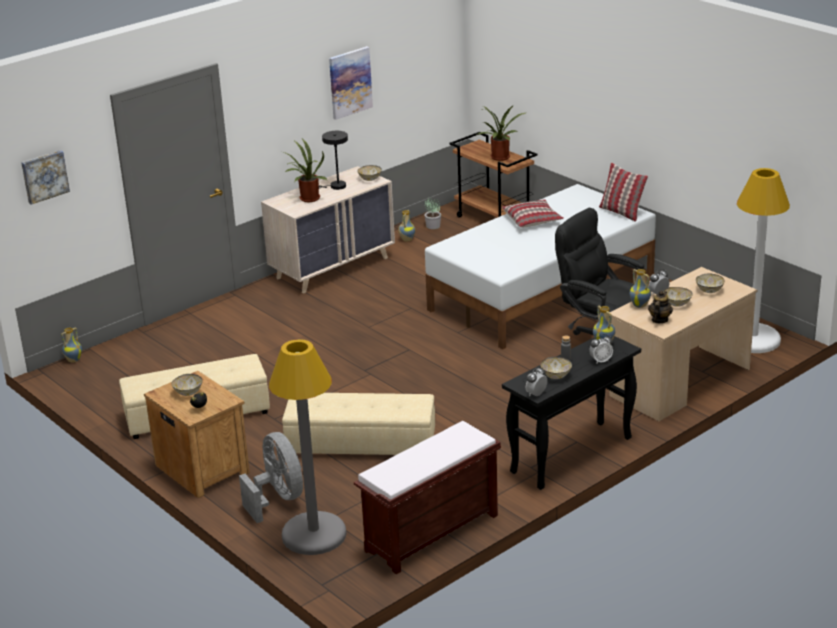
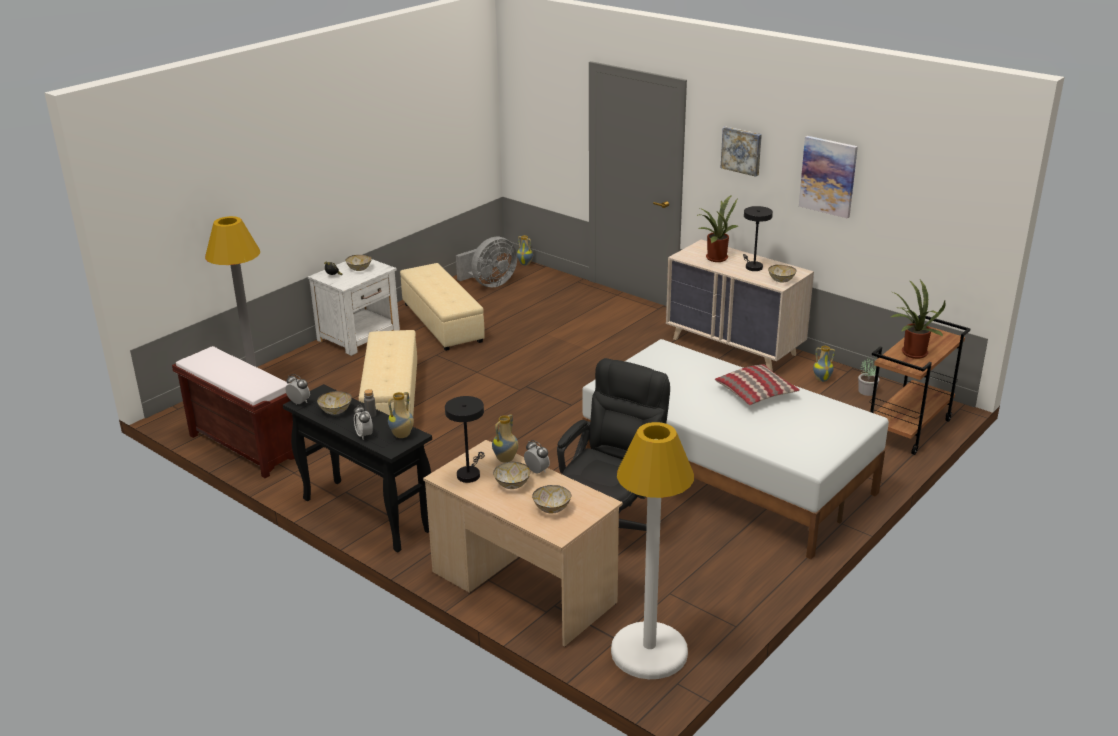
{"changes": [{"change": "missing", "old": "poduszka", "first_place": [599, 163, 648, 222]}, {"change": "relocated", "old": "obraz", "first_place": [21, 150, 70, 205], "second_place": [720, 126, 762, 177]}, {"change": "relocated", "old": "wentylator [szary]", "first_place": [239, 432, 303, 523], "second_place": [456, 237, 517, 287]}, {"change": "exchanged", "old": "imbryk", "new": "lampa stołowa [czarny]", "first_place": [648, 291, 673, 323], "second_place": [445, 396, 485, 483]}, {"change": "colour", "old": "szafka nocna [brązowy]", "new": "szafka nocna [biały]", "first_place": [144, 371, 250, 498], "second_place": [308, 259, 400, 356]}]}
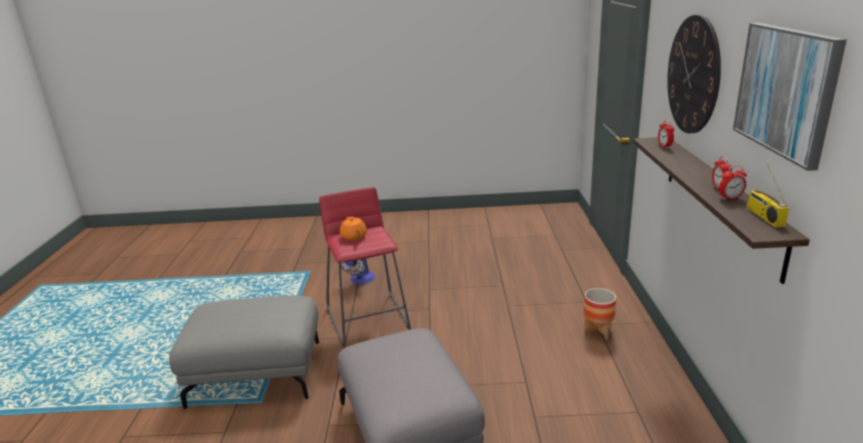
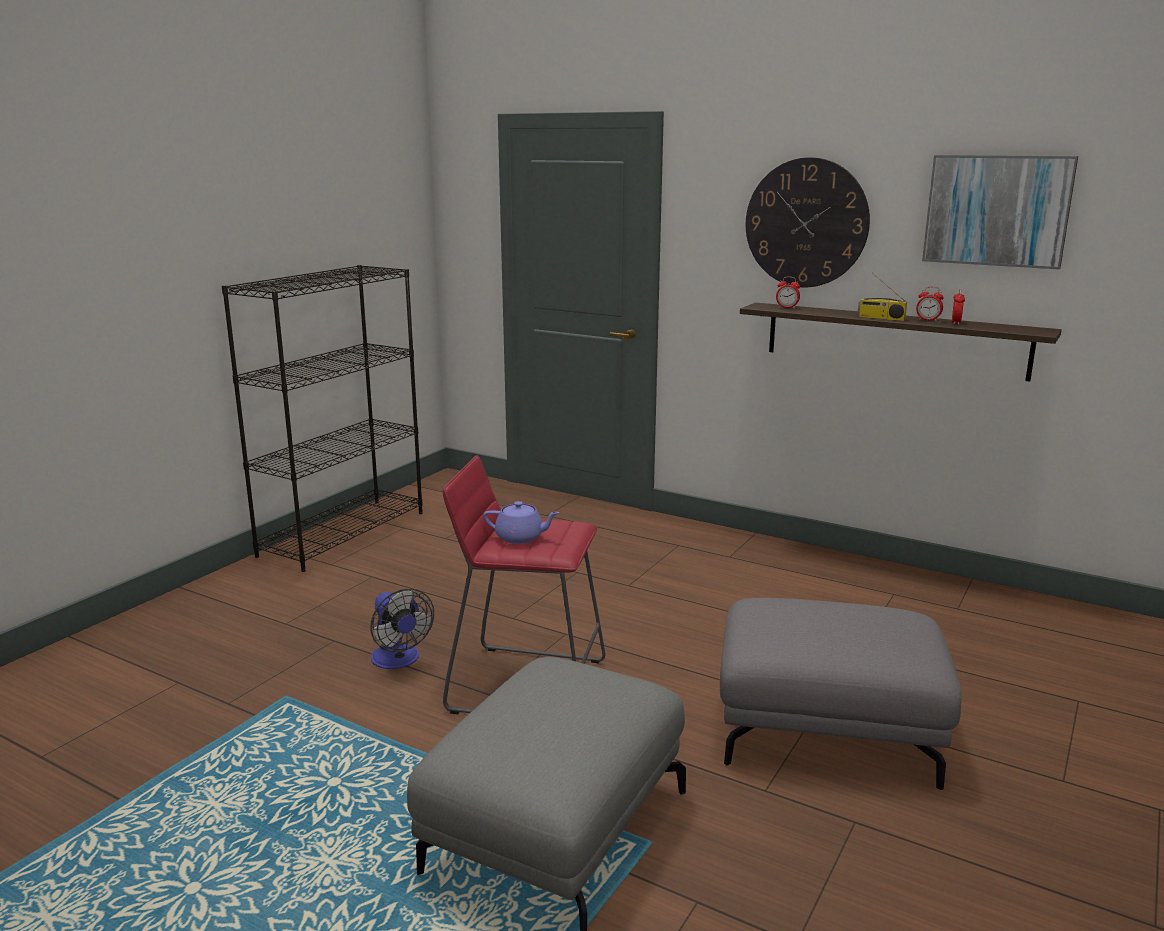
{"changes": [{"change": "missing", "old": "donica", "first_place": [584, 288, 616, 340]}, {"change": "appeared", "new": "regał [czarny]", "second_place": [222, 265, 423, 572]}, {"change": "relocated", "old": "radio", "first_place": [747, 164, 789, 228], "second_place": [857, 275, 907, 321]}, {"change": "colour", "old": "imbryk [pomarańczowy]", "new": "imbryk [fioletowy]", "first_place": [340, 217, 367, 240], "second_place": [483, 501, 560, 544]}]}
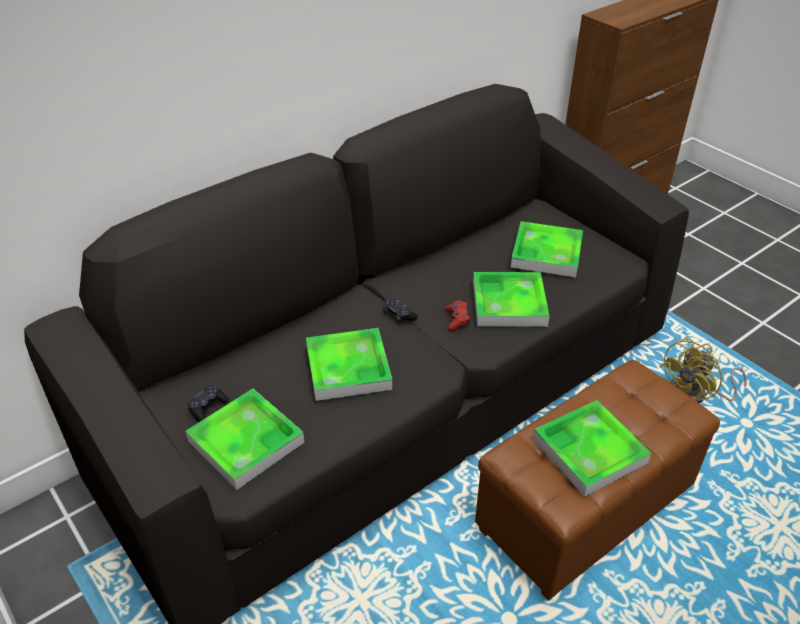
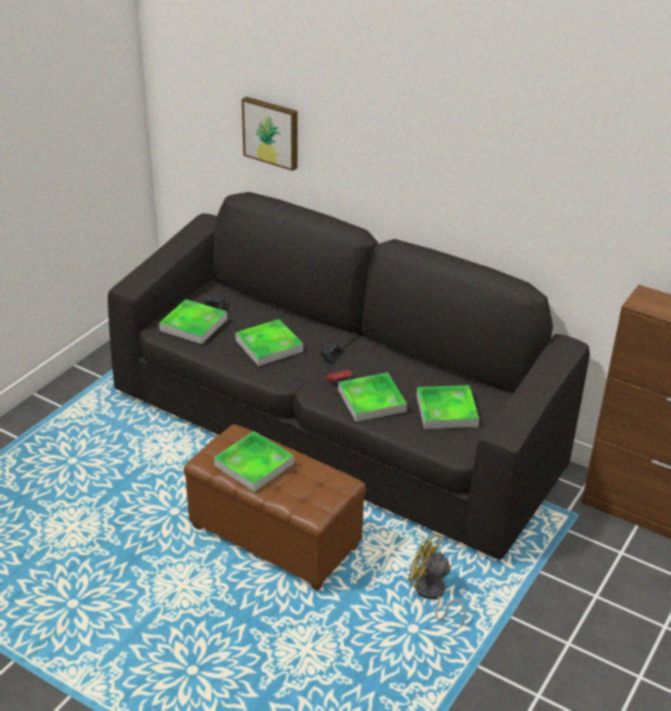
{"changes": [{"change": "appeared", "new": "obraz", "second_place": [242, 97, 298, 171]}]}
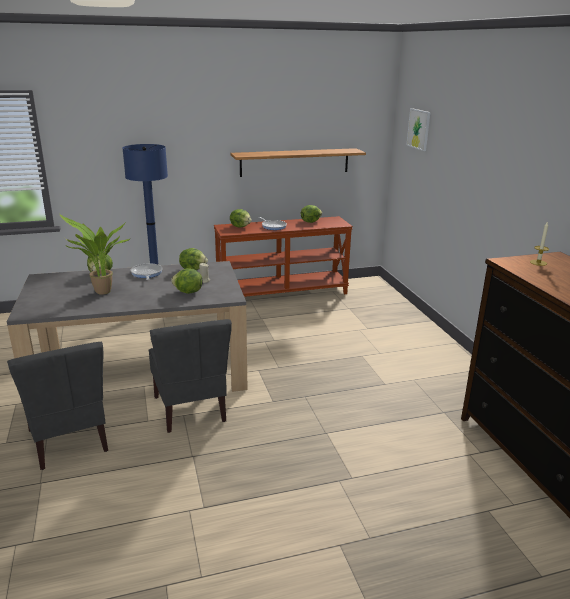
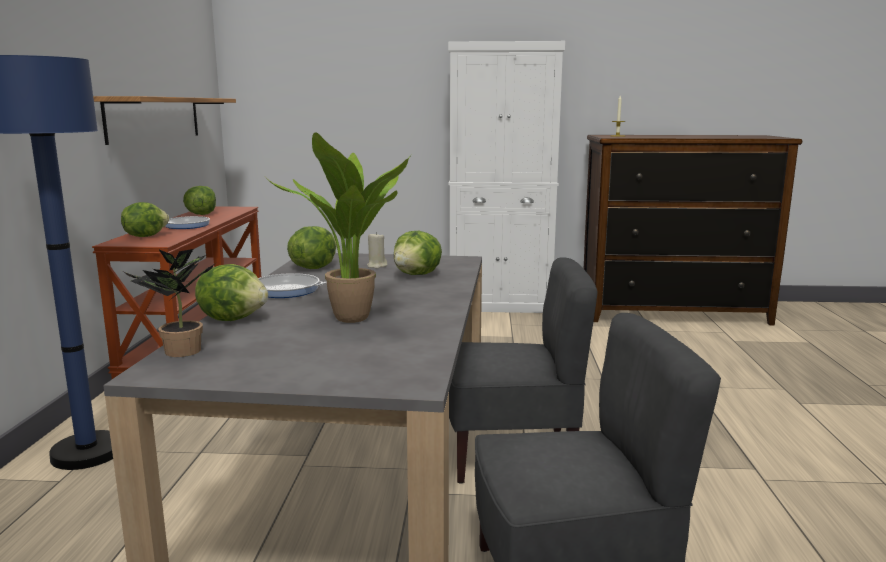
{"changes": [{"change": "missing", "old": "obraz", "first_place": [407, 108, 430, 151]}, {"change": "appeared", "new": "roślina doniczkowa", "second_place": [124, 249, 217, 357]}, {"change": "appeared", "new": "szafka [biały]", "second_place": [448, 41, 565, 313]}]}
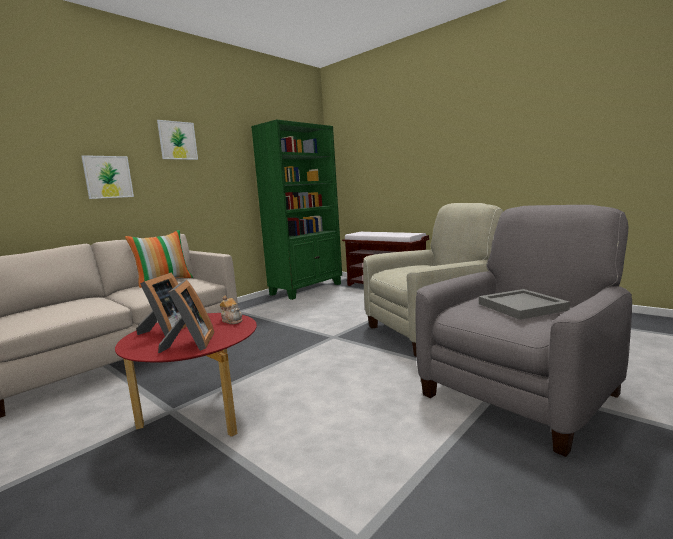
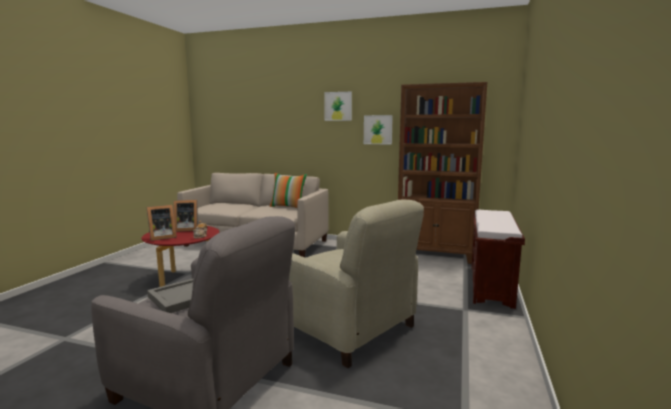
{"changes": [{"change": "relocated", "old": "obraz", "first_place": [81, 155, 134, 199], "second_place": [364, 115, 393, 145]}, {"change": "colour", "old": "regał [zielony]", "new": "regał [brązowy]", "first_place": [251, 119, 342, 300], "second_place": [398, 82, 487, 264]}]}
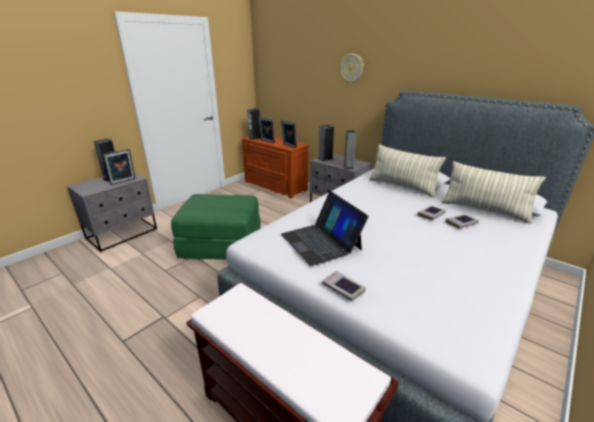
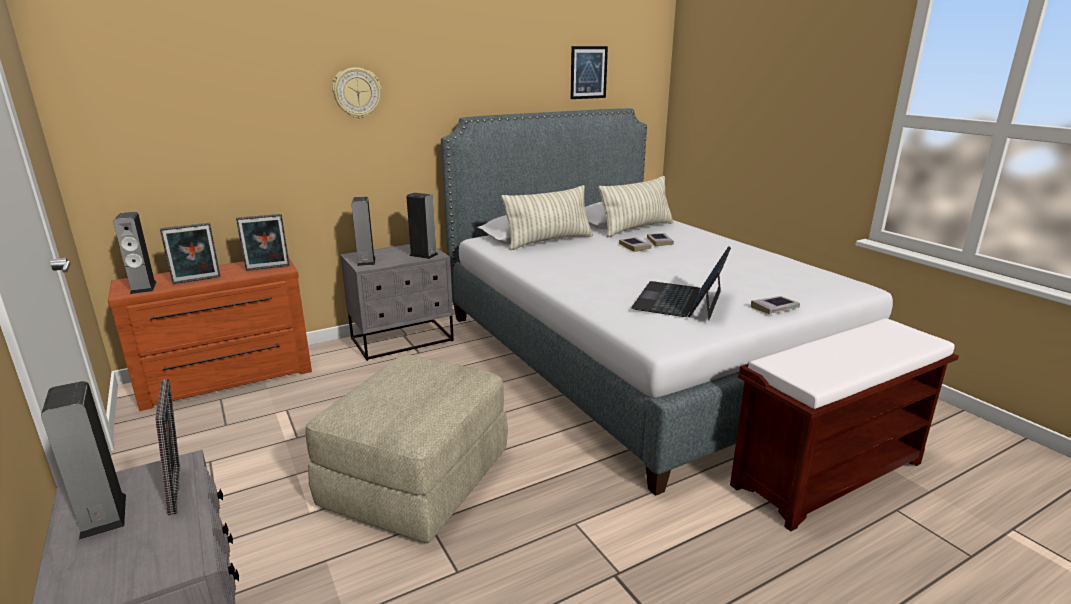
{"changes": [{"change": "appeared", "new": "obraz", "second_place": [570, 46, 608, 99]}, {"change": "colour", "old": "pufa [zielony]", "new": "pufa [beżowy]", "first_place": [171, 194, 261, 260], "second_place": [306, 355, 508, 543]}, {"change": "spun", "old": "laptop", "first_place": [281, 191, 369, 266], "second_place": [631, 246, 731, 321], "degrees": 120}]}
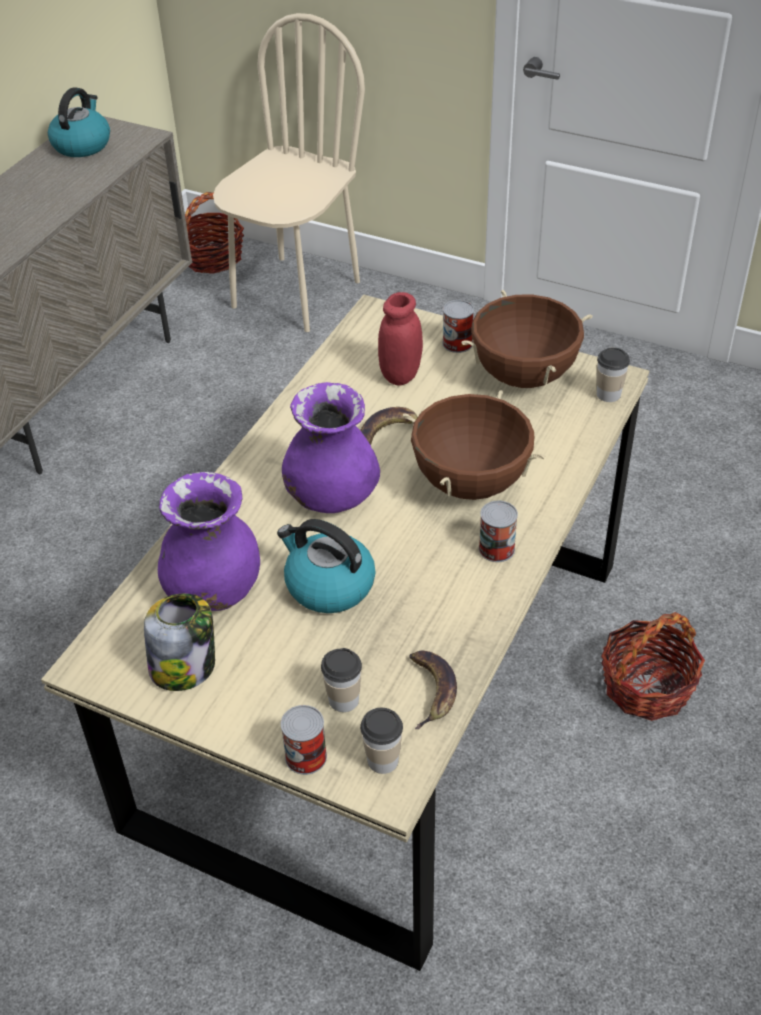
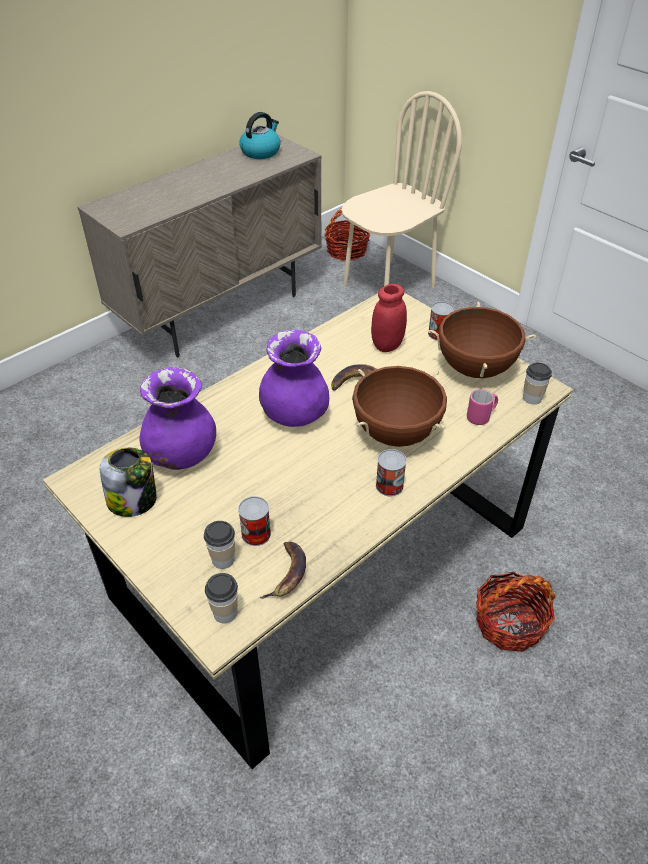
{"changes": [{"change": "missing", "old": "czajnik", "first_place": [277, 519, 376, 613]}, {"change": "appeared", "new": "kubek [różowy]", "second_place": [467, 389, 498, 425]}, {"change": "relocated", "old": "puszka", "first_place": [281, 705, 327, 775], "second_place": [238, 496, 271, 546]}]}
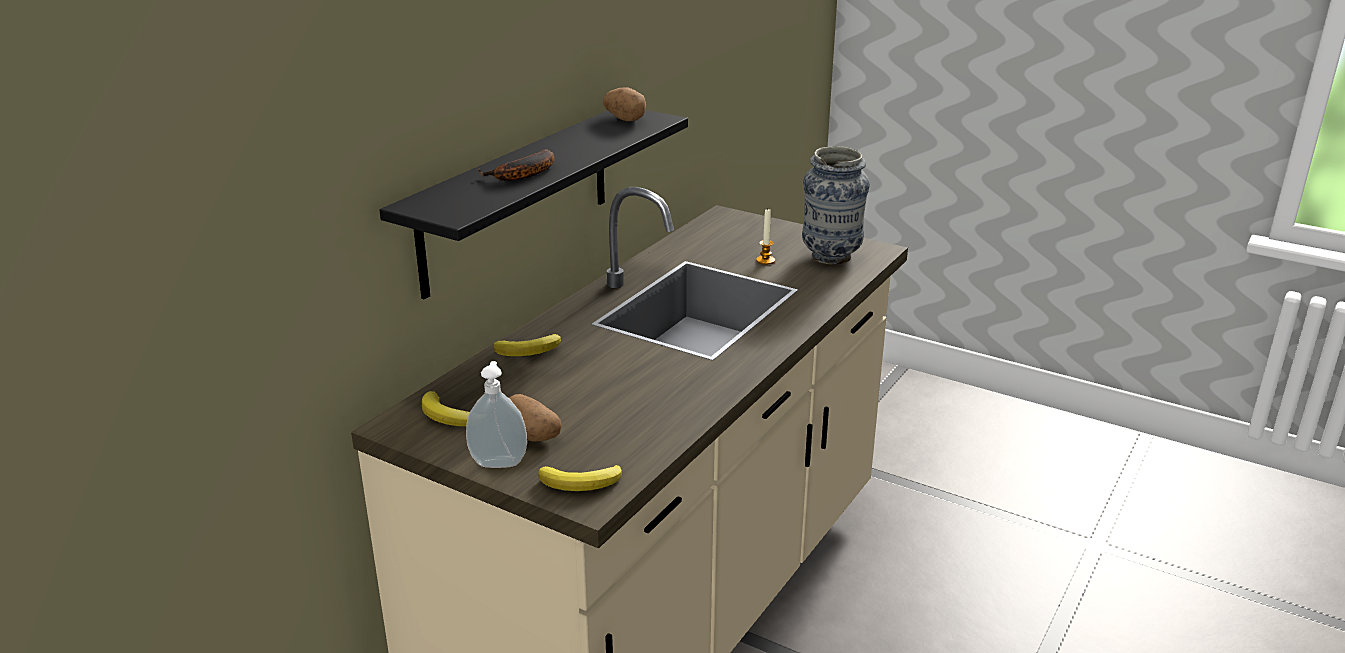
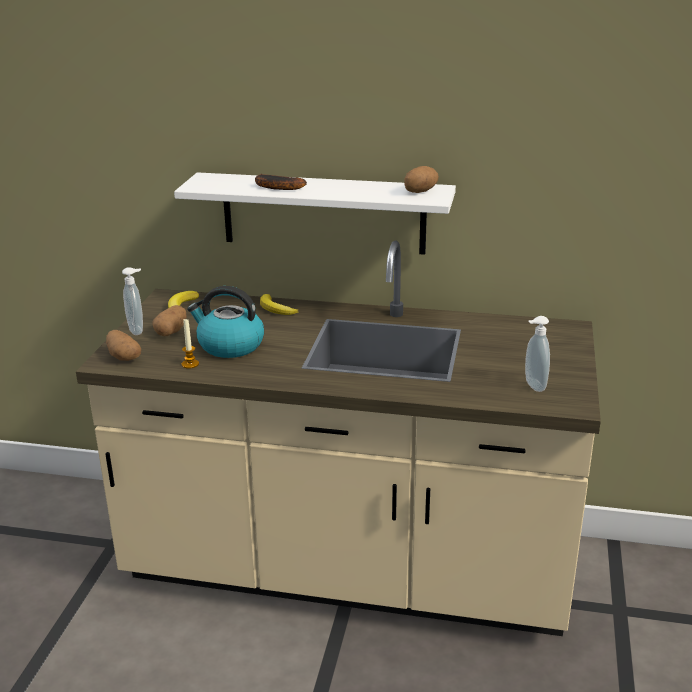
{"changes": [{"change": "appeared", "new": "czajnik", "second_place": [187, 286, 264, 358]}, {"change": "relocated", "old": "świeca", "first_place": [756, 209, 775, 265], "second_place": [182, 319, 199, 369]}, {"change": "exchanged", "old": "banan", "new": "ziemniak", "first_place": [538, 465, 622, 491], "second_place": [106, 330, 141, 361]}, {"change": "exchanged", "old": "wazon", "new": "dozownik mydła", "first_place": [802, 146, 870, 265], "second_place": [525, 316, 550, 392]}, {"change": "colour", "old": "półka [czarny]", "new": "półka [biały]", "first_place": [379, 110, 688, 299], "second_place": [174, 172, 456, 255]}]}
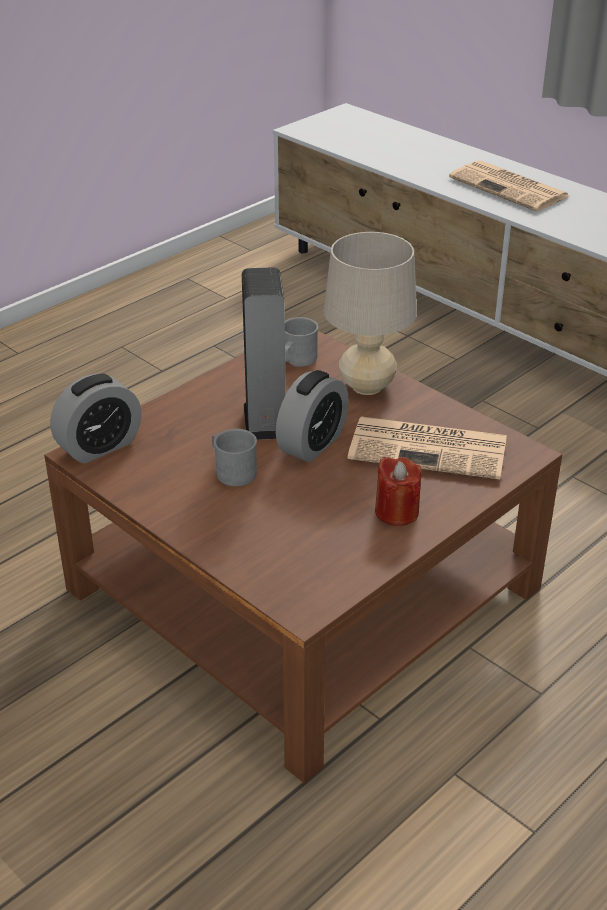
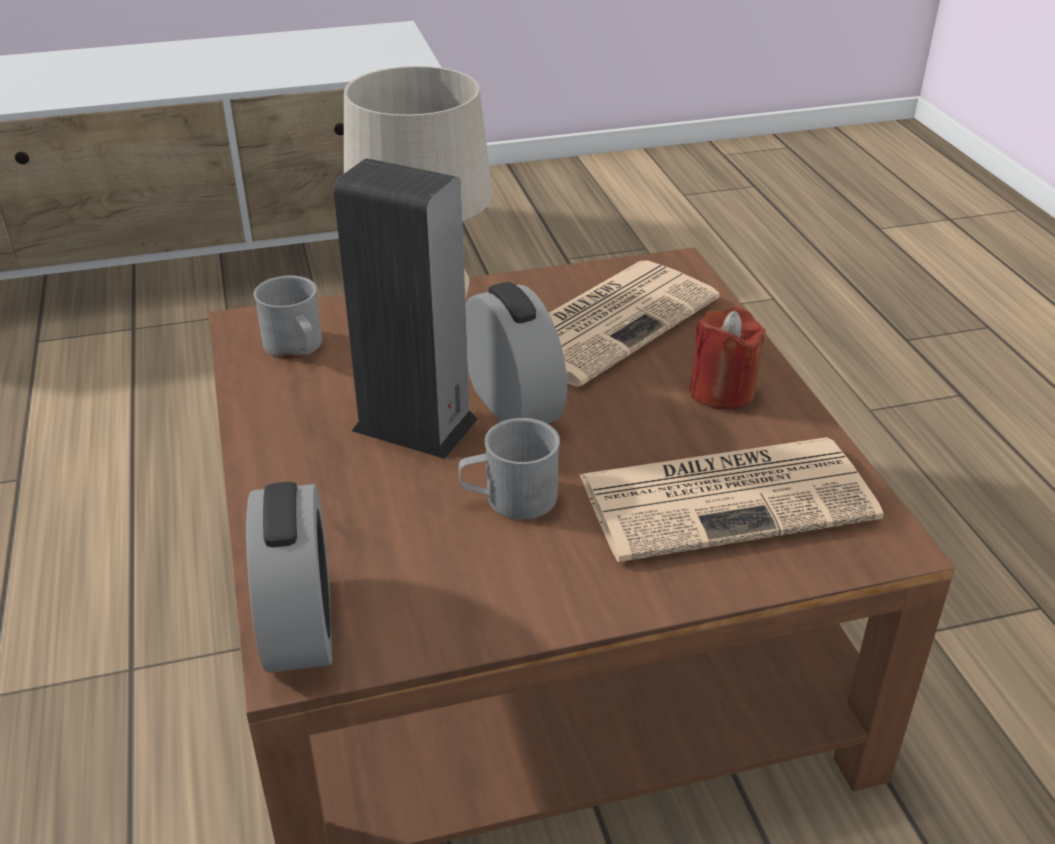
{"changes": [{"change": "relocated", "old": "gazeta", "first_place": [449, 160, 569, 211], "second_place": [580, 437, 884, 562]}]}
